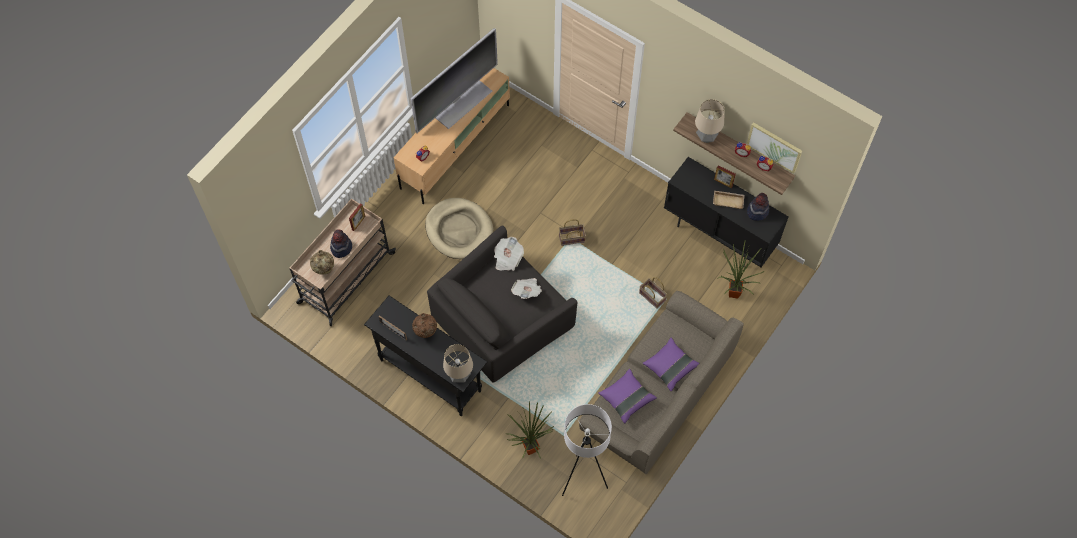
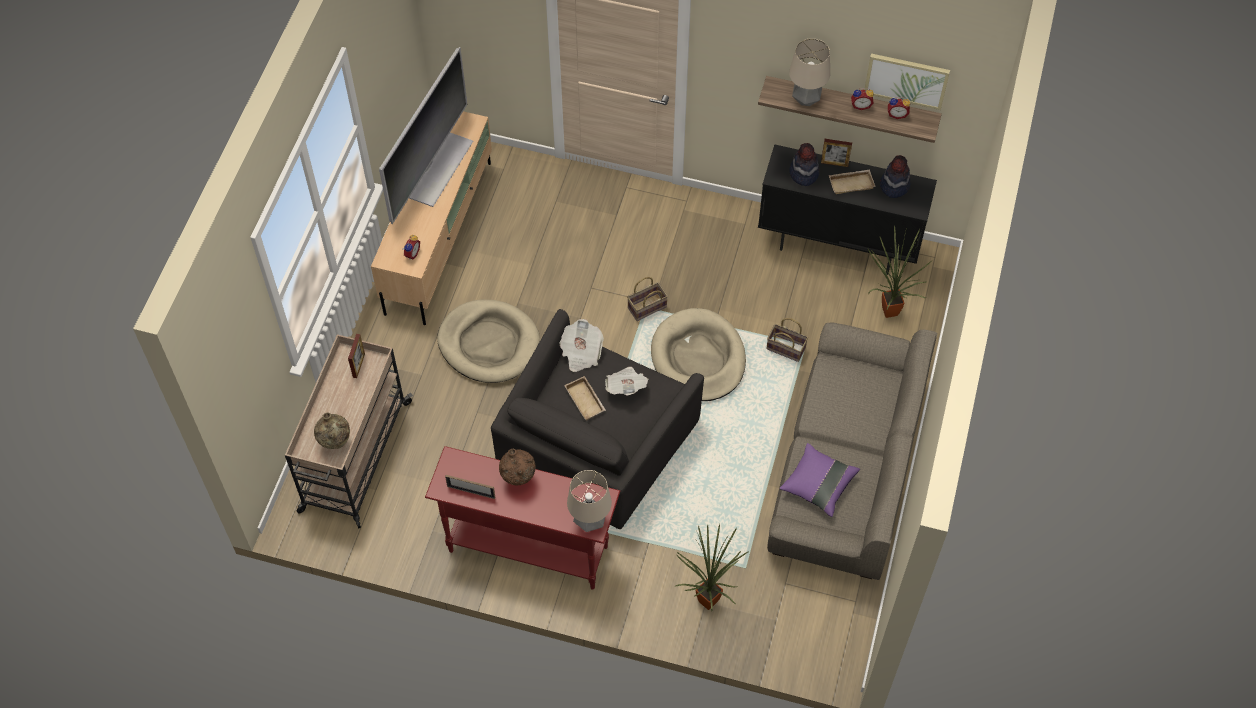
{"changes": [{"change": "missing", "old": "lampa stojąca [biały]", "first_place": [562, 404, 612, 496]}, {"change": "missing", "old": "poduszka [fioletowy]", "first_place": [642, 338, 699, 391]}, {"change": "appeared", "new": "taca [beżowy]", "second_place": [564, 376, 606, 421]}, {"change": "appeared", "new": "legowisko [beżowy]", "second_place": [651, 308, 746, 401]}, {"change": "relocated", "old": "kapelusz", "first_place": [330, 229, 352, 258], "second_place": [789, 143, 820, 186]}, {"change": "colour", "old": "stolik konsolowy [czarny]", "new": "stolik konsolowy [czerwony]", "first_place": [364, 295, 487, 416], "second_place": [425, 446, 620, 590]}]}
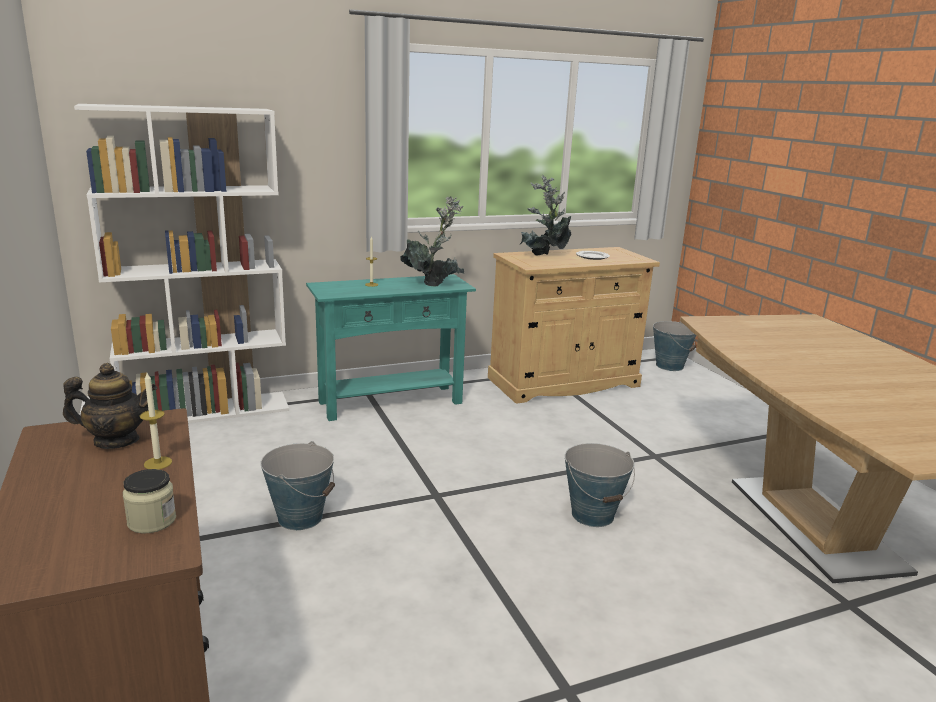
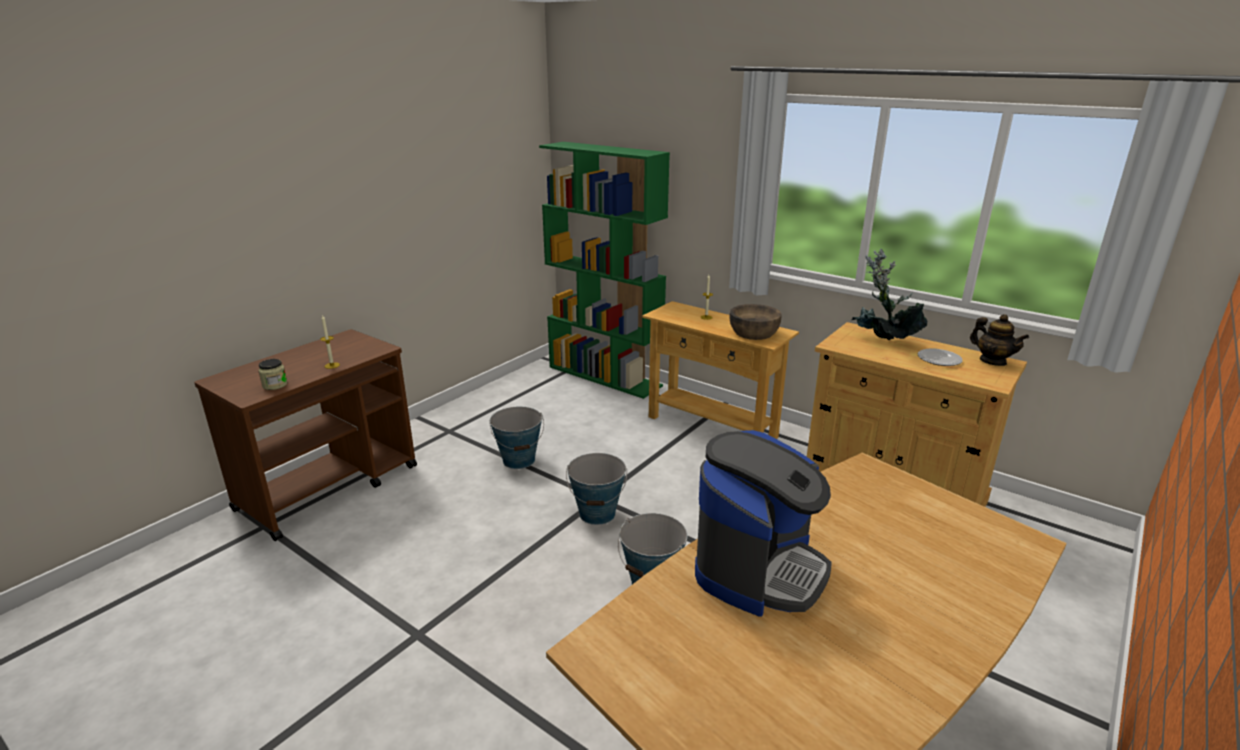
{"changes": [{"change": "appeared", "new": "ekspres do kawy", "second_place": [695, 430, 832, 617]}, {"change": "relocated", "old": "imbryk", "first_place": [63, 363, 157, 449], "second_place": [970, 314, 1029, 366]}, {"change": "relocated", "old": "wiadro", "first_place": [653, 321, 696, 371], "second_place": [566, 453, 627, 525]}, {"change": "exchanged", "old": "roślina doniczkowa", "new": "miska [brązowy]", "first_place": [400, 197, 465, 287], "second_place": [729, 304, 781, 340]}, {"change": "colour", "old": "regał [biały]", "new": "regał [zielony]", "first_place": [74, 104, 289, 423], "second_place": [539, 142, 670, 399]}, {"change": "colour", "old": "stolik konsolowy [turkusowy]", "new": "stolik konsolowy [beżowy]", "first_place": [306, 274, 476, 421], "second_place": [642, 301, 799, 439]}]}
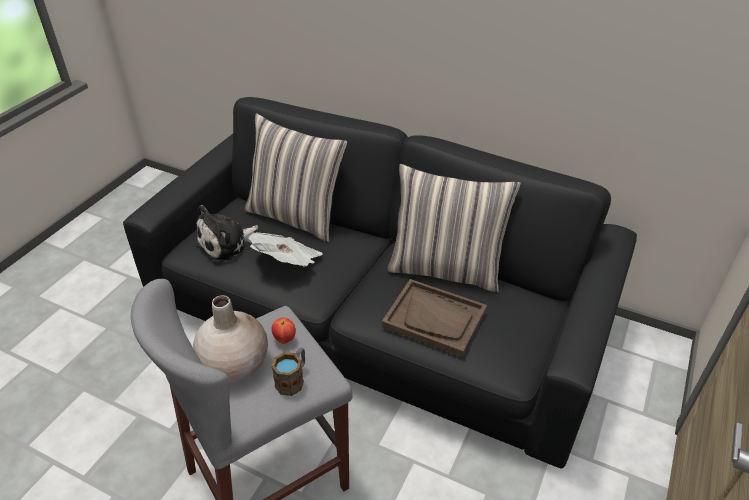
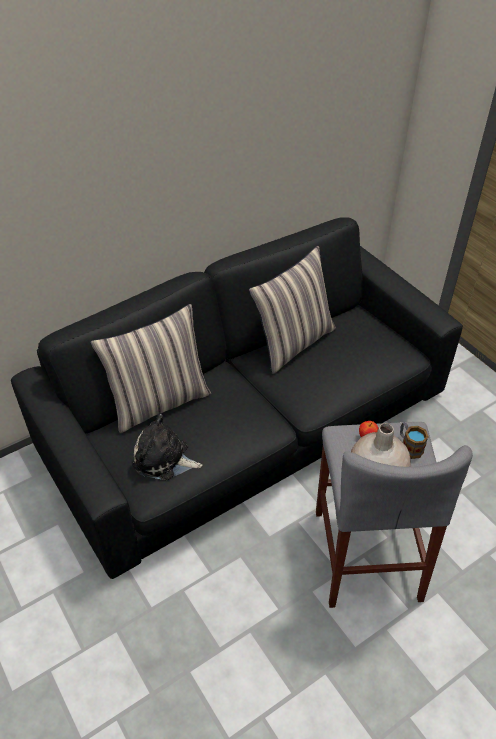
{"changes": [{"change": "missing", "old": "gazeta", "first_place": [248, 232, 322, 266]}, {"change": "missing", "old": "taca [brązowy]", "first_place": [382, 279, 487, 357]}, {"change": "spun", "old": "pluszak", "first_place": [196, 205, 258, 263], "second_place": [133, 413, 202, 480], "degrees": 120}]}
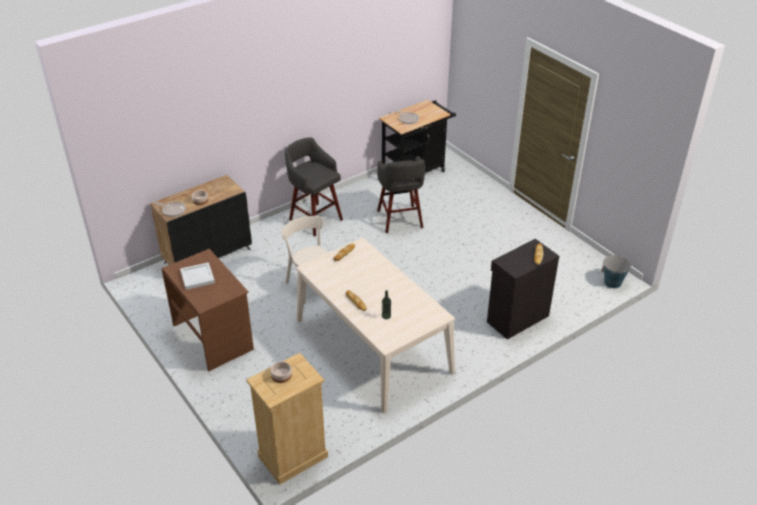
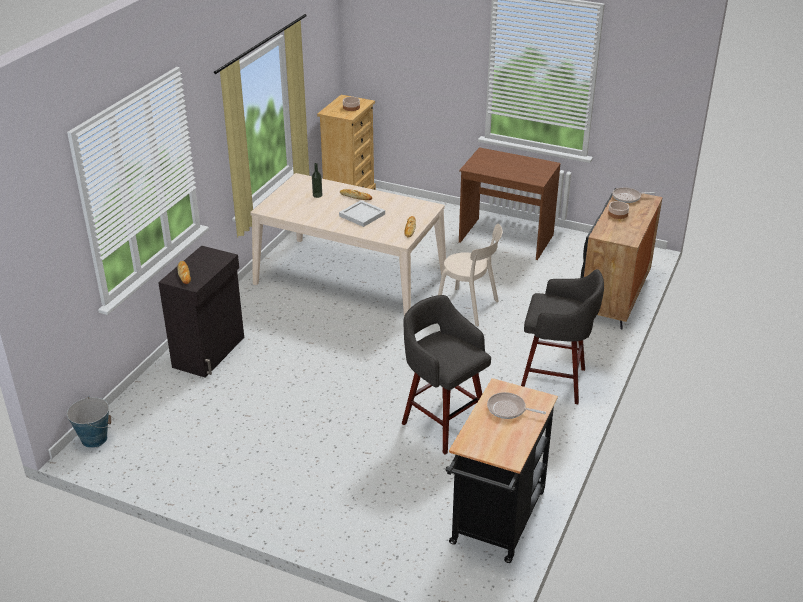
{"changes": [{"change": "relocated", "old": "taca [biały]", "first_place": [180, 262, 215, 290], "second_place": [339, 200, 385, 227]}]}
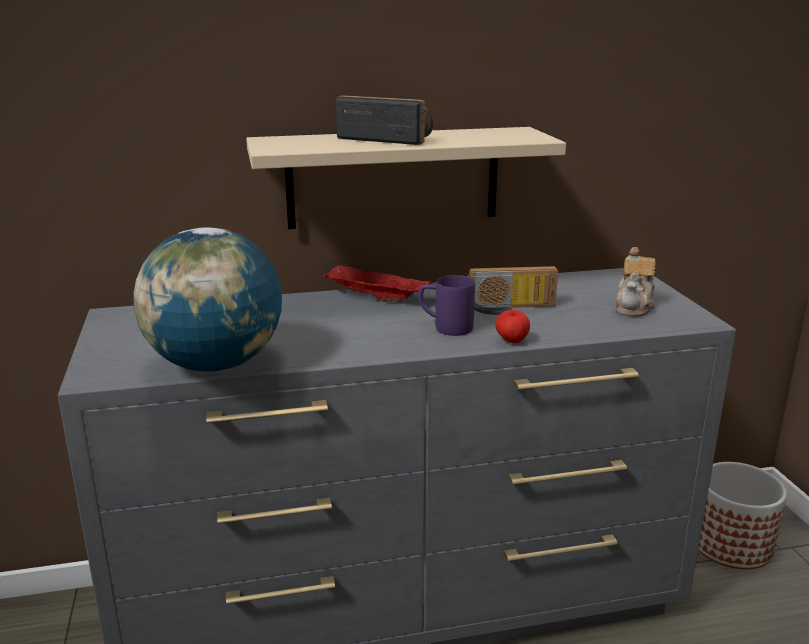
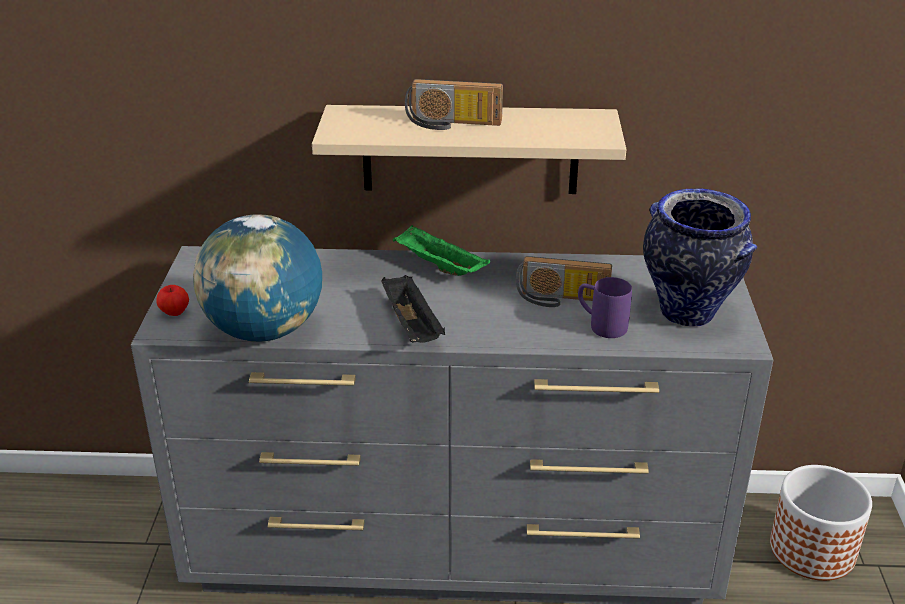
{"changes": [{"change": "appeared", "new": "taca [czarny]", "second_place": [381, 275, 445, 343]}, {"change": "relocated", "old": "kubek [fioletowy]", "first_place": [418, 275, 475, 336], "second_place": [578, 277, 632, 338]}, {"change": "relocated", "old": "jabłko", "first_place": [495, 310, 530, 343], "second_place": [156, 285, 189, 316]}, {"change": "exchanged", "old": "imbryk", "new": "wazon", "first_place": [615, 247, 656, 317], "second_place": [643, 189, 757, 327]}, {"change": "colour", "old": "taca [czerwony]", "new": "taca [zielony]", "first_place": [323, 264, 431, 302], "second_place": [393, 226, 490, 276]}, {"change": "spun", "old": "radio", "first_place": [336, 95, 433, 145], "second_place": [405, 79, 503, 130], "degrees": 150}]}
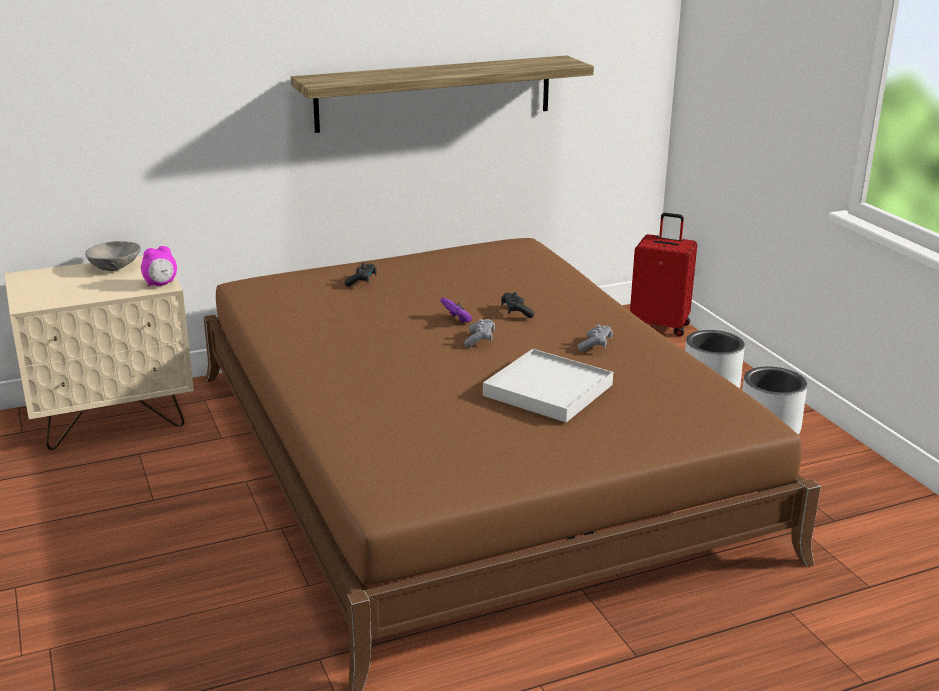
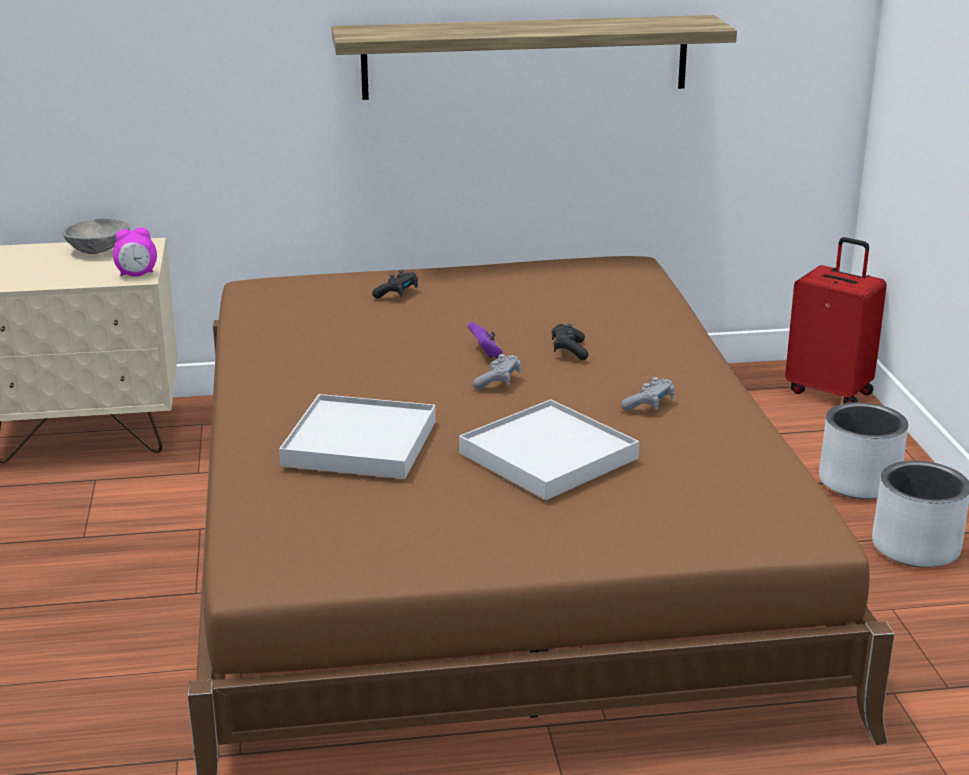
{"changes": [{"change": "appeared", "new": "taca [biały]", "second_place": [279, 394, 436, 479]}]}
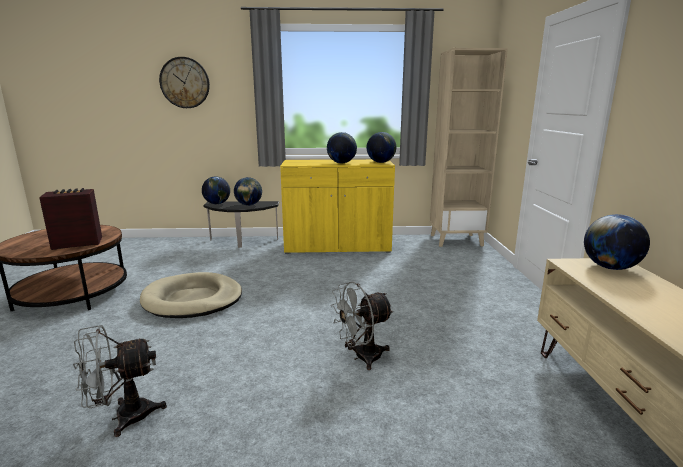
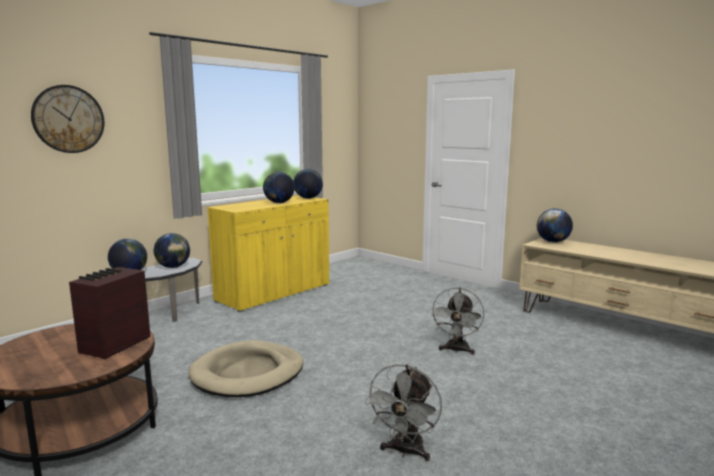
{"changes": [{"change": "missing", "old": "regał [beżowy]", "first_place": [430, 48, 508, 247]}]}
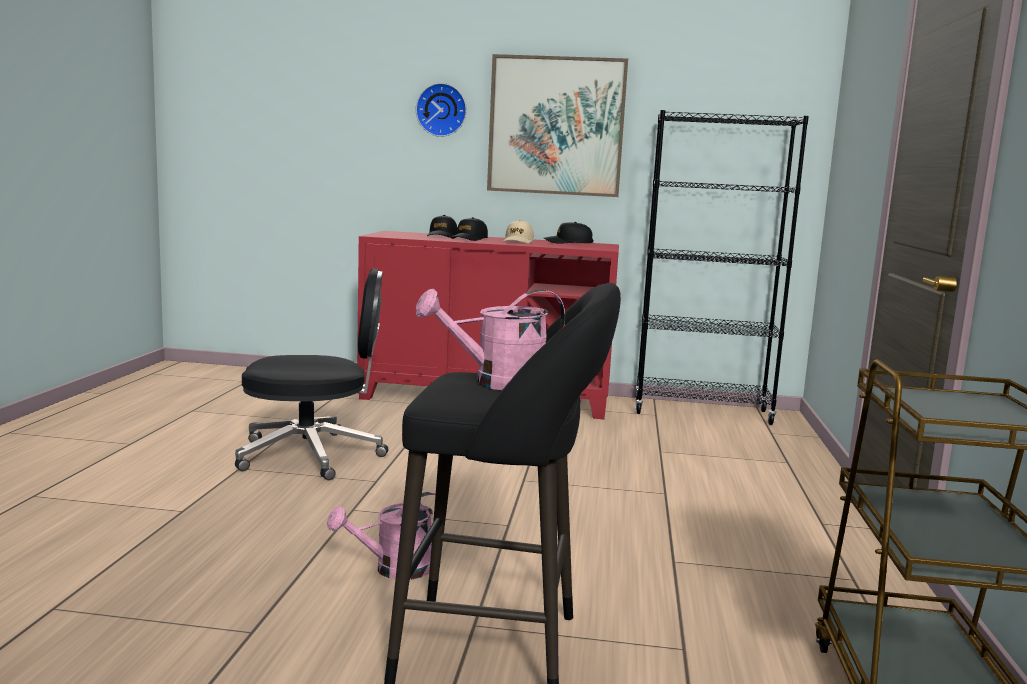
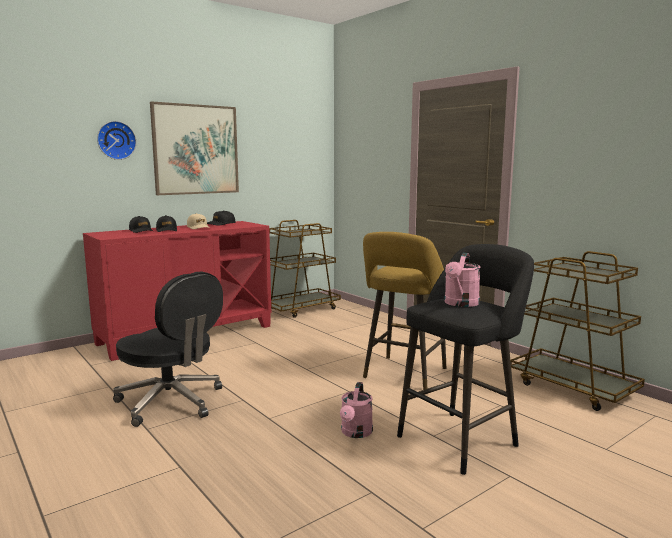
{"changes": [{"change": "appeared", "new": "stołek [żółty]", "second_place": [363, 232, 446, 390]}, {"change": "exchanged", "old": "regał [czarny]", "new": "wózek [brązowy]", "first_place": [635, 110, 809, 425], "second_place": [269, 220, 341, 318]}, {"change": "spun", "old": "krzesło biurowe [czarny]", "first_place": [235, 268, 388, 480], "second_place": [113, 272, 223, 427], "degrees": 90}]}
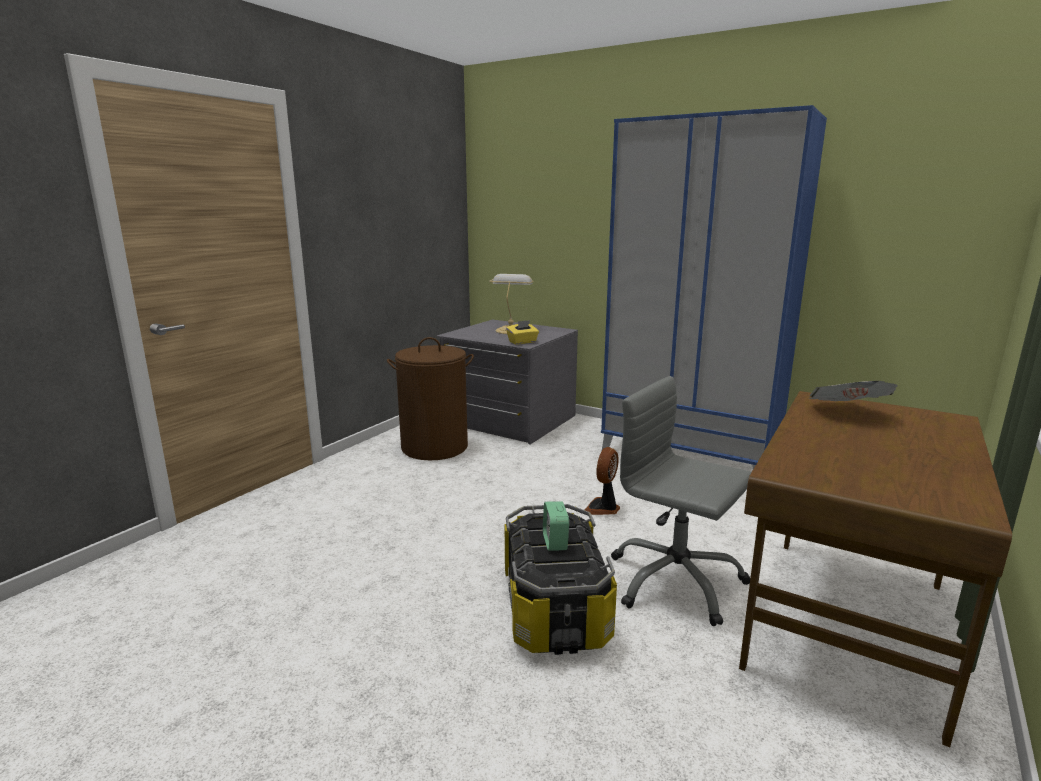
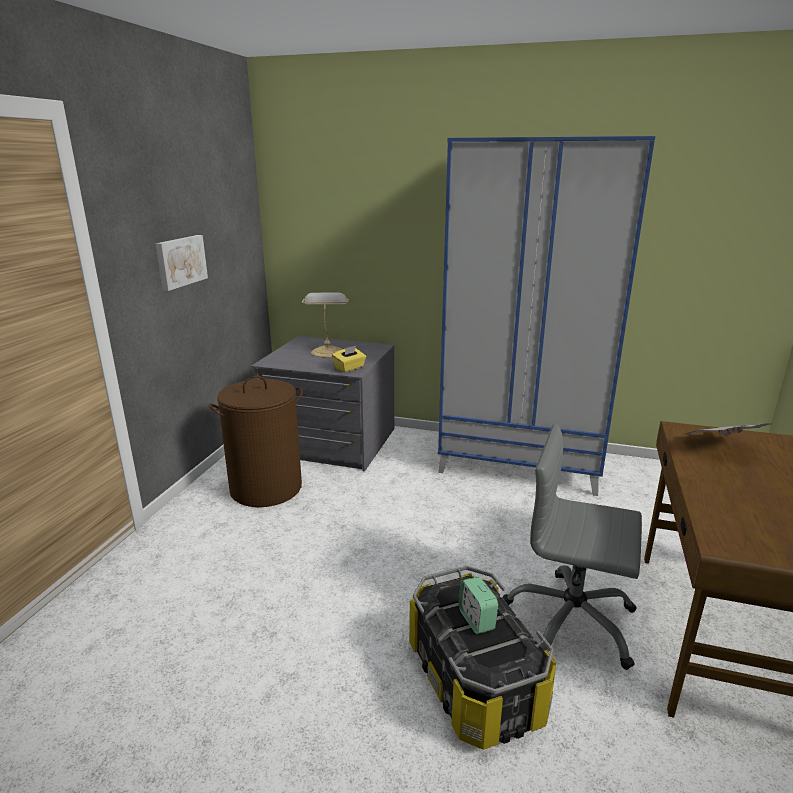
{"changes": [{"change": "missing", "old": "wentylator", "first_place": [585, 447, 620, 515]}, {"change": "appeared", "new": "obraz", "second_place": [155, 235, 208, 291]}]}
